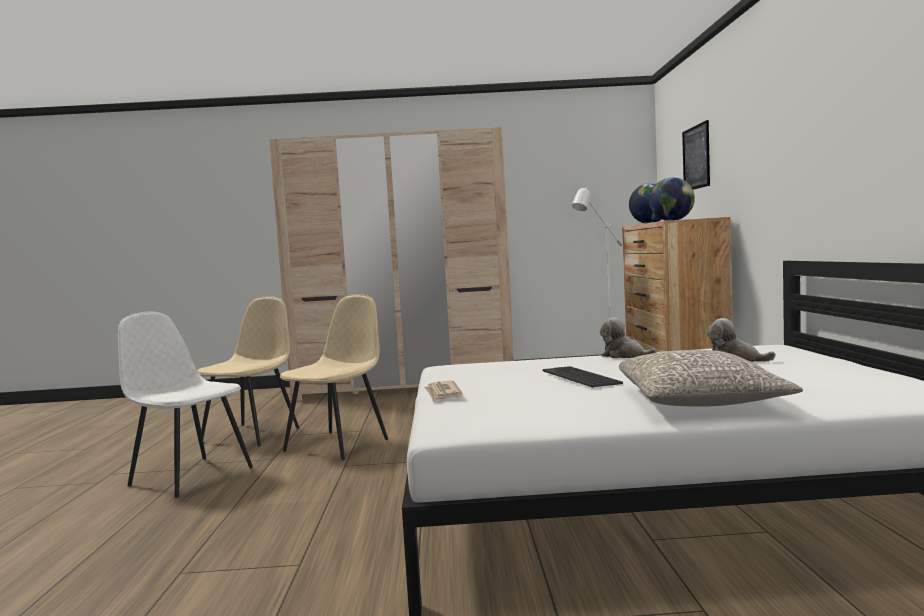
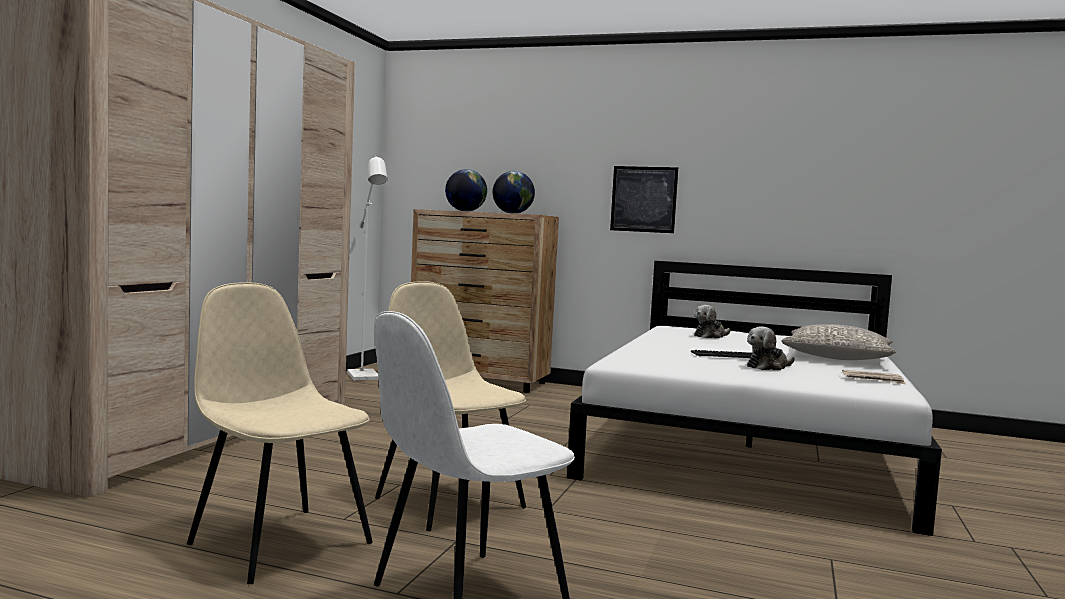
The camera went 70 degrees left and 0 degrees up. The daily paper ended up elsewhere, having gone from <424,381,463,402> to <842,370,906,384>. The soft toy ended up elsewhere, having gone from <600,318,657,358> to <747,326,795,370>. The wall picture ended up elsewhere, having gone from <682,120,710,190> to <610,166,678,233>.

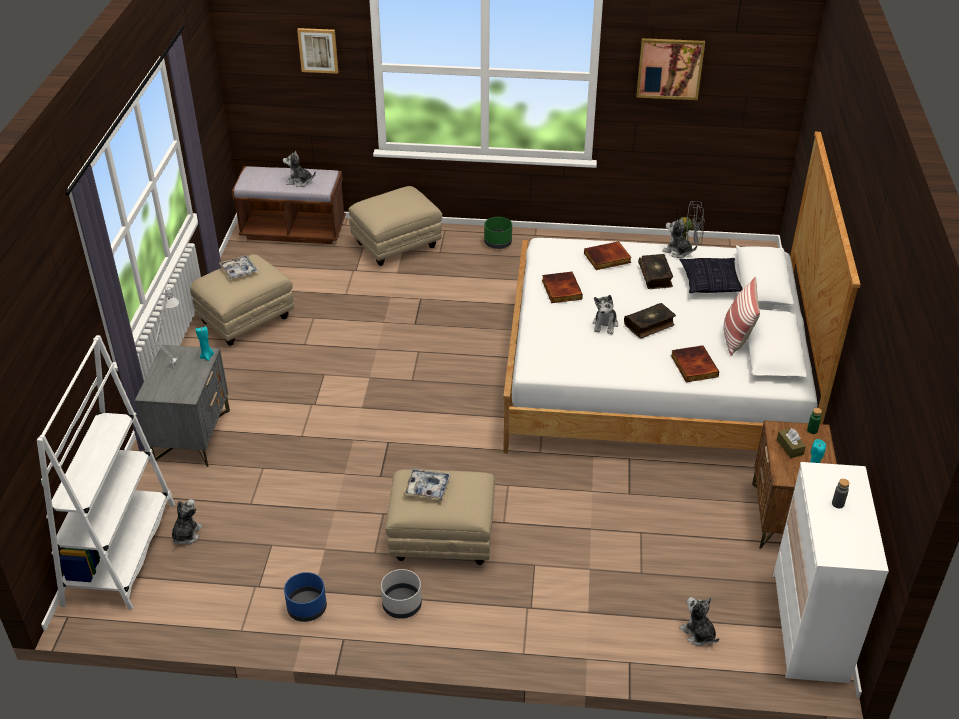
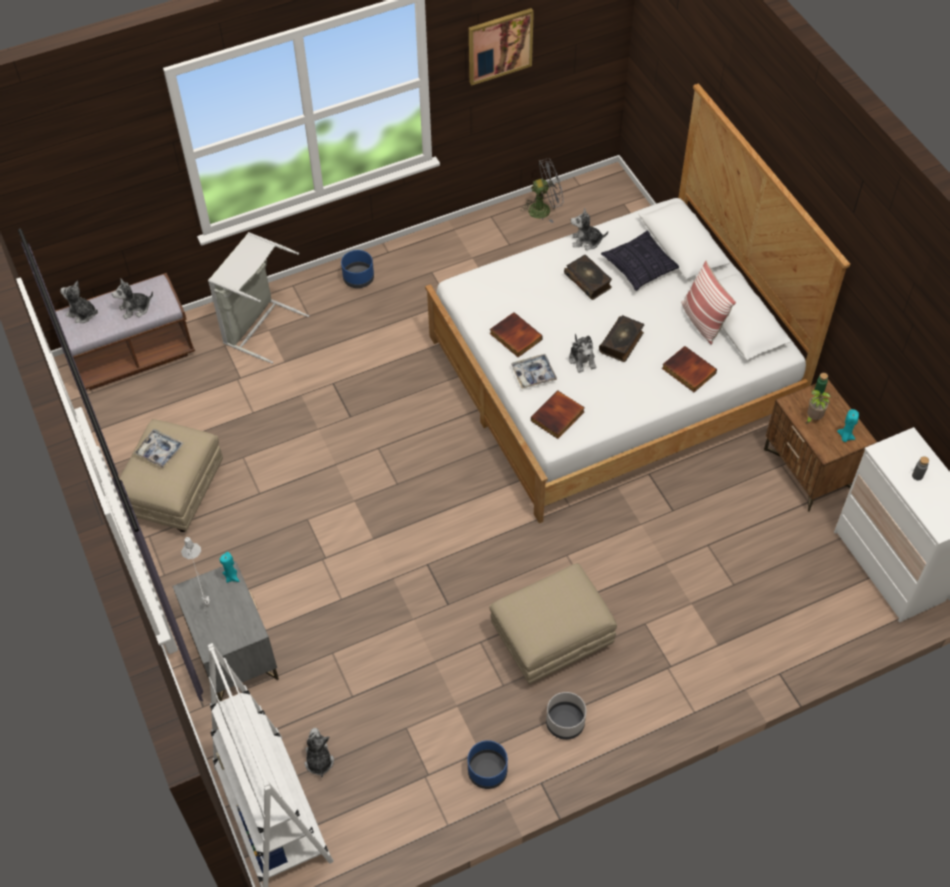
The camera went 30 degrees left and 15 degrees up. The second view lost the wall picture at <297,28,338,74>. Where the beige-coloured pouffe stood at <349,186,442,266>, the greyish washing basket came to stand at <208,232,309,364>. The serving tray ended up elsewhere, having gone from <403,468,451,500> to <511,354,557,389>. What was the greenish planter at <484,217,512,249> turned into the blue planter at <341,250,374,288>. The volume ended up elsewhere, having gone from <584,241,632,270> to <531,390,585,439>. The soft toy ended up elsewhere, having gone from <679,597,719,646> to <60,280,98,323>. Where the brownish box of tissues stood at <777,428,806,458>, the potted plant came to stand at <806,390,831,424>.

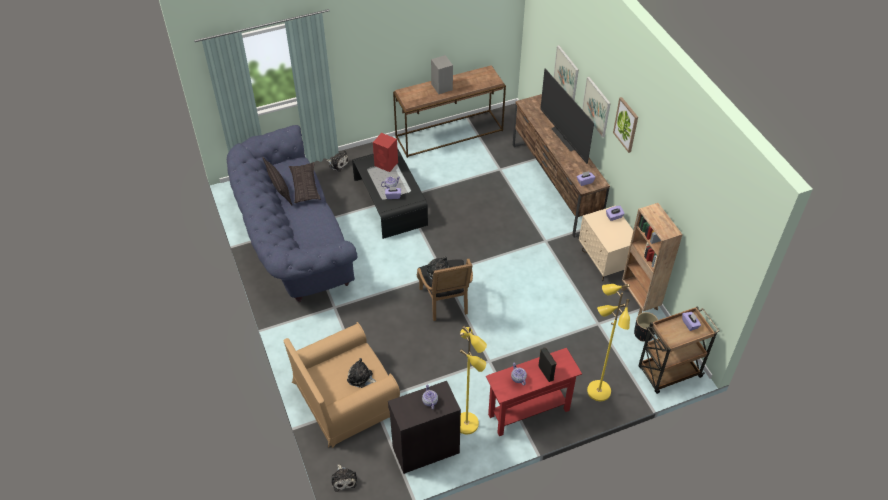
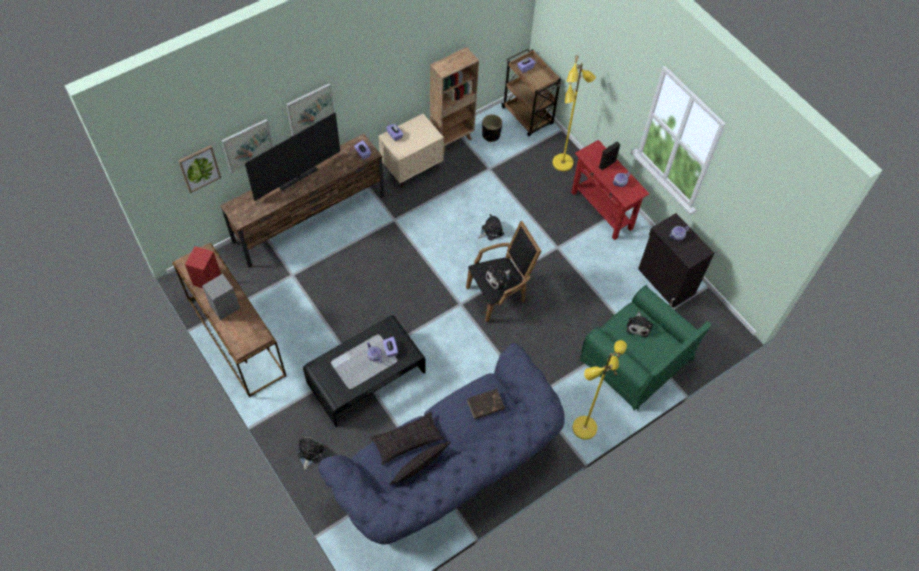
The camera went 105 degrees left and 10 degrees up. What was the brownish armchair at <284,322,400,448> turned into the greenish armchair at <579,285,712,411>. The soft toy ended up elsewhere, having gone from <331,464,357,492> to <478,214,504,240>. The red speaker ended up elsewhere, having gone from <373,133,398,172> to <185,246,221,288>. The yellow-coloured standard lamp ended up elsewhere, having gone from <460,326,487,434> to <572,340,627,440>. The wall picture ended up elsewhere, having gone from <613,97,638,153> to <178,145,221,193>. The second view gained the brownish volume at <467,389,505,419>.

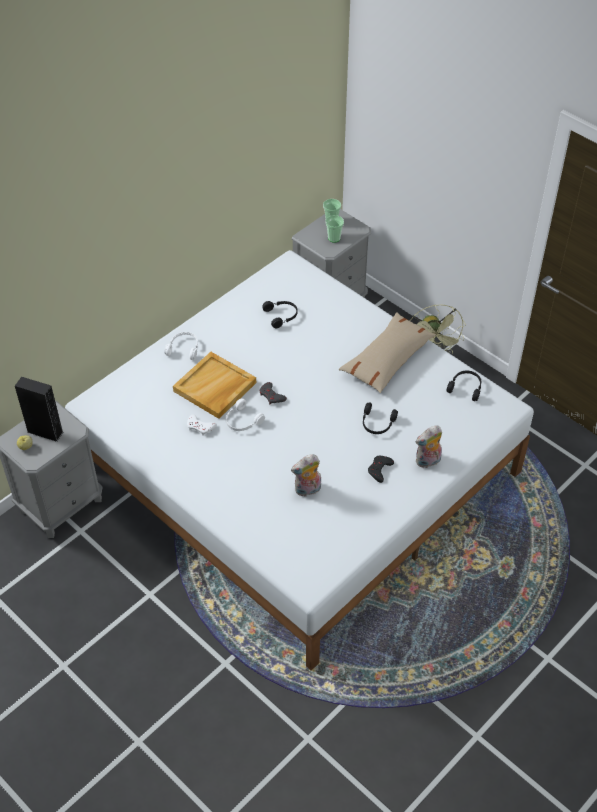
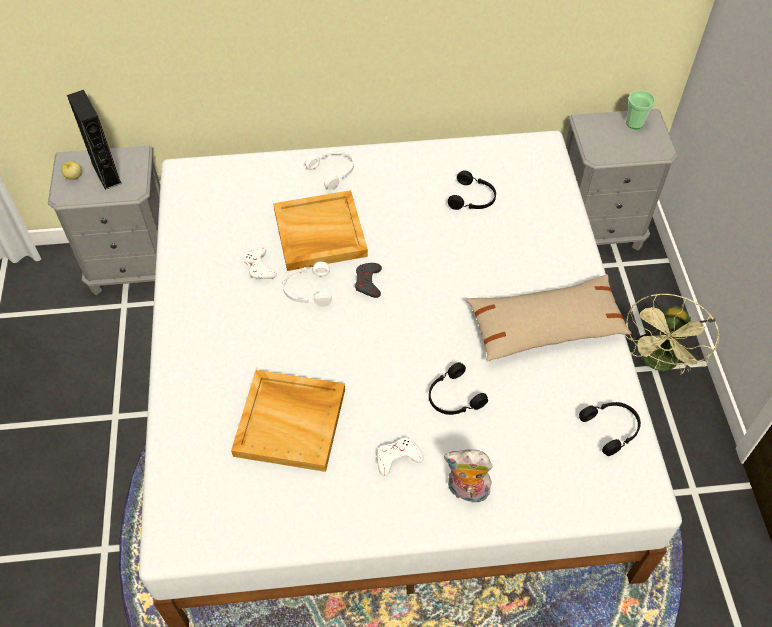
The camera went 40 degrees right and 5 degrees up. Where the soft toy stood at <291,454,321,497>, the beige-coloured serving tray came to stand at <231,370,345,472>. The second view lost the drinking cup at <325,215,344,243>. What was the black joypad at <368,456,394,483> turned into the white-coloured joypad at <377,438,424,476>.

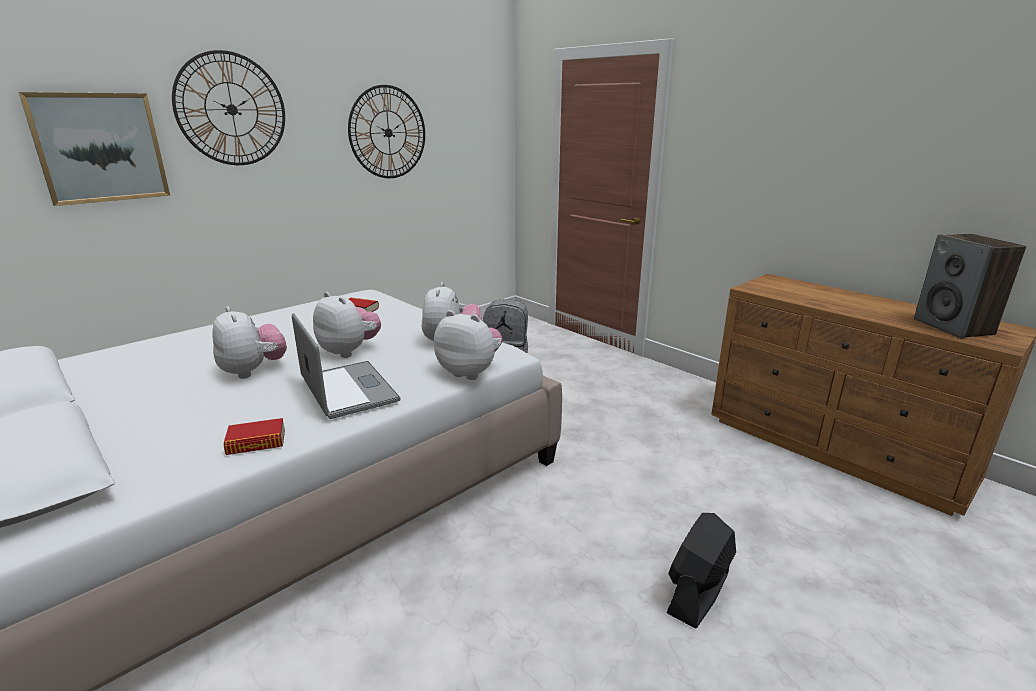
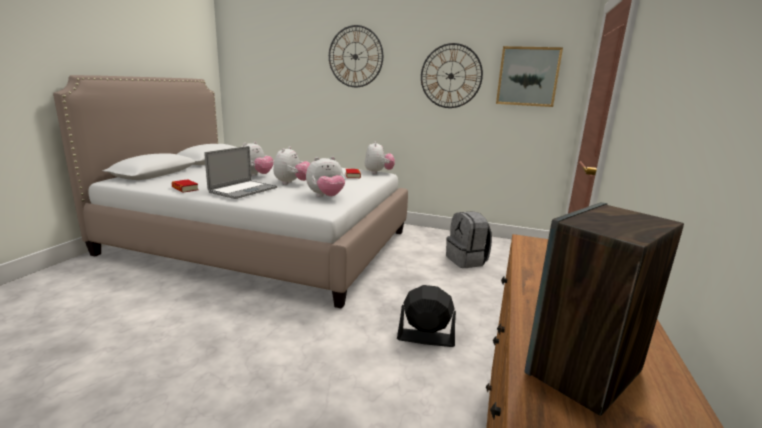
The camera went 60 degrees right and 5 degrees down. The wall picture ended up elsewhere, having gone from <18,92,170,206> to <496,46,563,107>. The soft toy ended up elsewhere, having gone from <434,310,502,380> to <365,141,395,174>. The black electric fan ended up elsewhere, having gone from <666,513,736,629> to <397,285,456,347>.

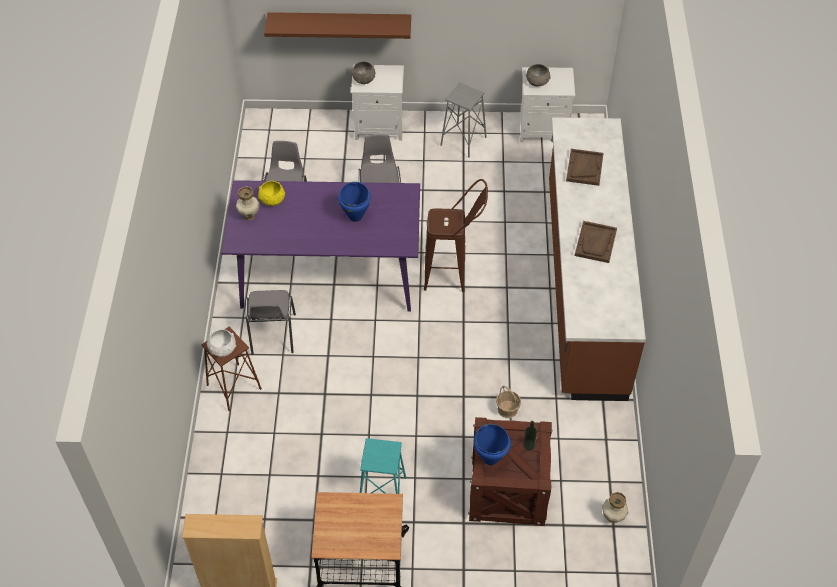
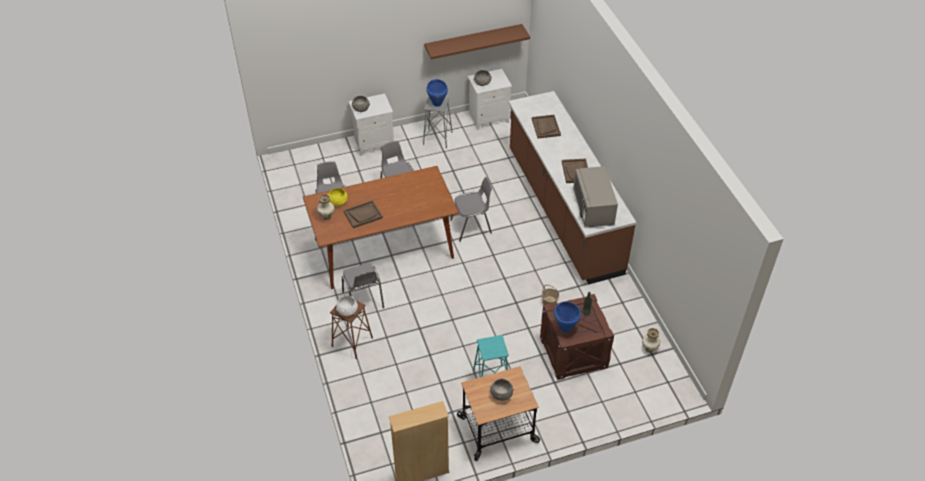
The camera went 20 degrees left and 5 degrees down. What was the purplish kitchen table at <221,180,420,312> turned into the brownish kitchen table at <303,166,459,289>. The brownish wall shelf ended up elsewhere, having gone from <264,12,411,39> to <424,24,530,59>. The blue cooking pot ended up elsewhere, having gone from <338,182,371,222> to <426,79,448,107>. Where the brownish sitting stool stood at <424,179,488,292>, the greyish upright chair came to stand at <450,177,492,242>. The second view gained the brownish serving tray at <344,200,383,228>. The second view gained the greyish serving bowl at <490,378,514,401>. The second view gained the greyish microwave oven at <573,166,618,227>.

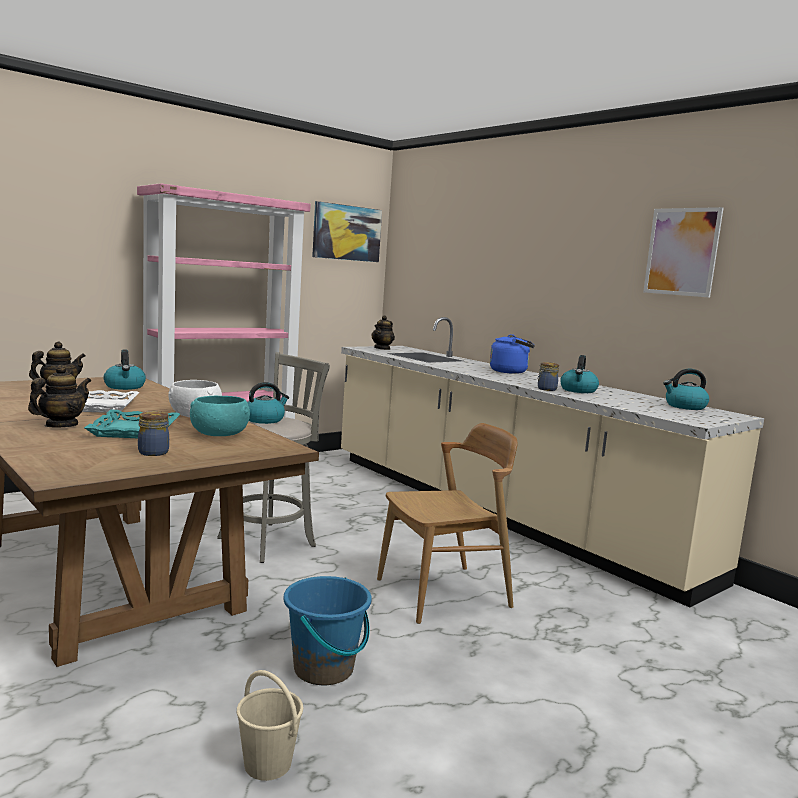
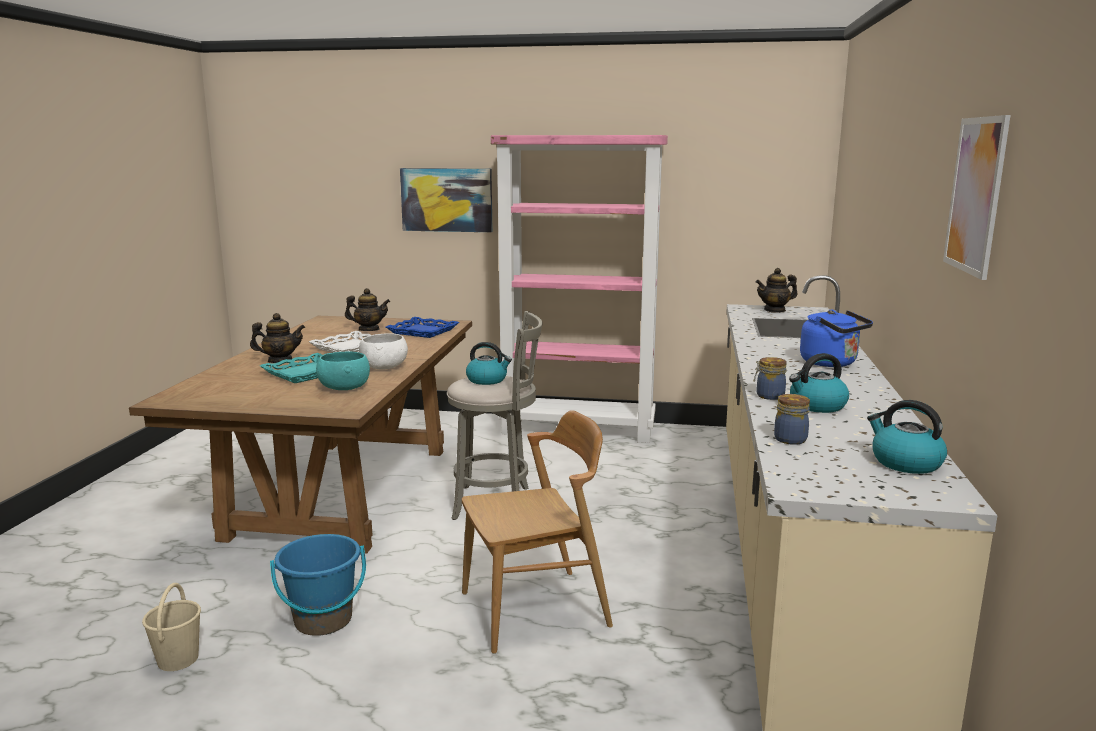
The camera went 50 degrees right and 5 degrees up. Where the water kettle stood at <103,350,146,390>, the blue serving tray came to stand at <386,317,459,338>. The jar ended up elsewhere, having gone from <138,411,169,456> to <774,394,810,445>. The wall picture ended up elsewhere, having gone from <312,201,382,262> to <400,168,493,232>. The brownish upright chair at <377,423,518,624> ended up facing another way, 45 degrees counterclockwise from before.

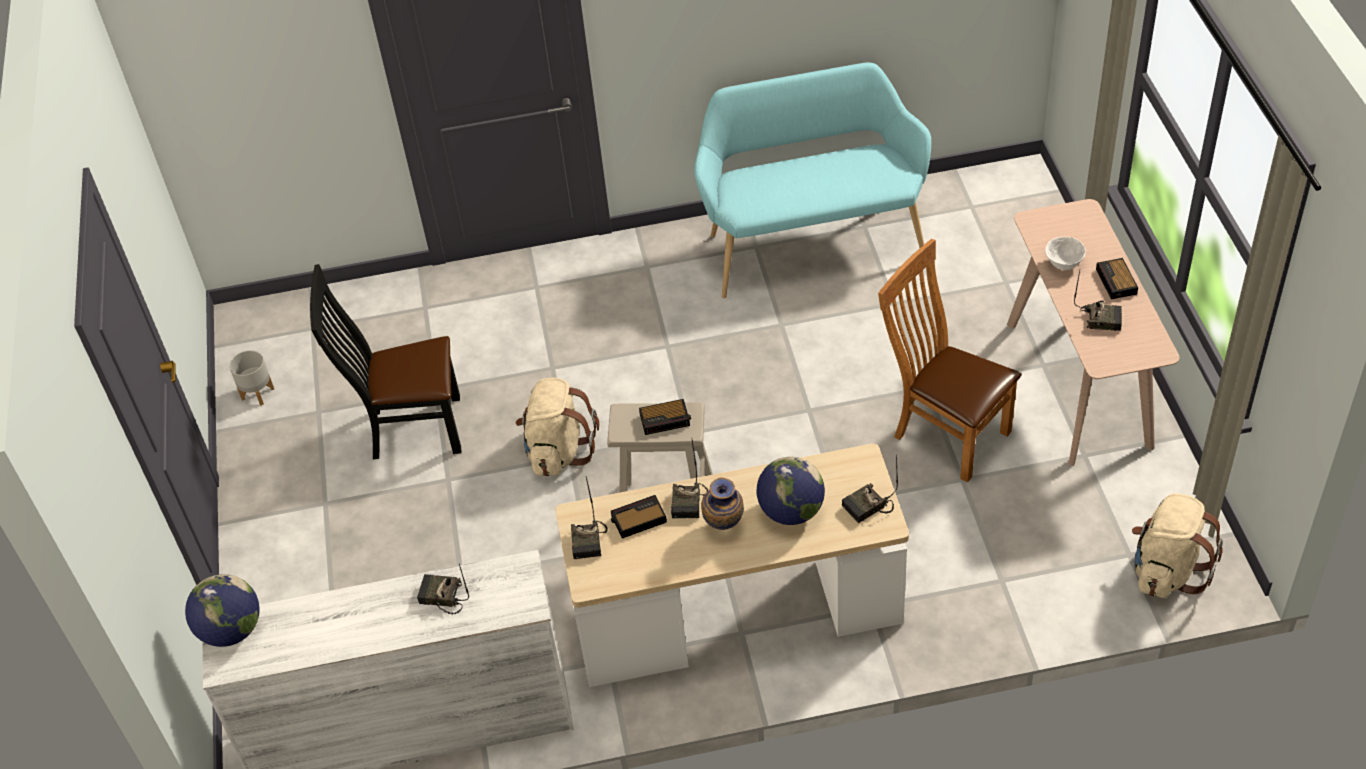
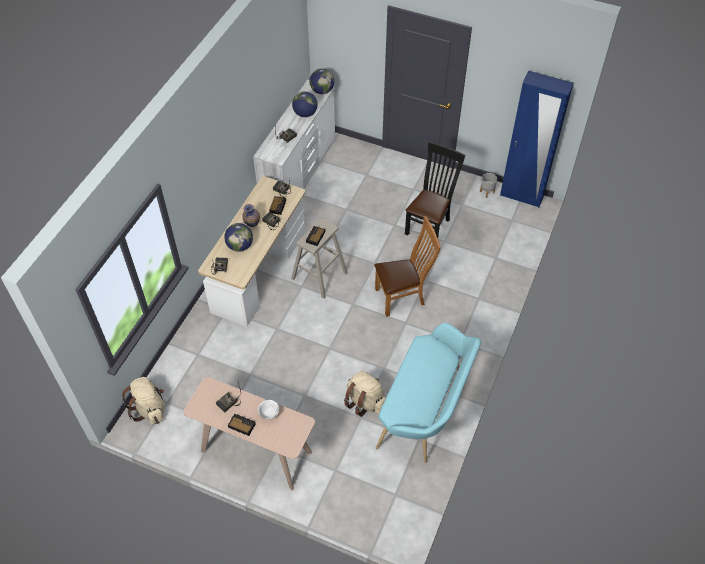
The camera went 120 degrees right and 5 degrees up. The beige-coloured rucksack ended up elsewhere, having gone from <516,378,599,476> to <344,371,386,417>. The brownish upright chair ended up elsewhere, having gone from <878,239,1021,483> to <374,216,441,317>. The second view gained the world globe at <292,91,318,117>. The second view gained the blue wardrobe at <500,71,573,207>.

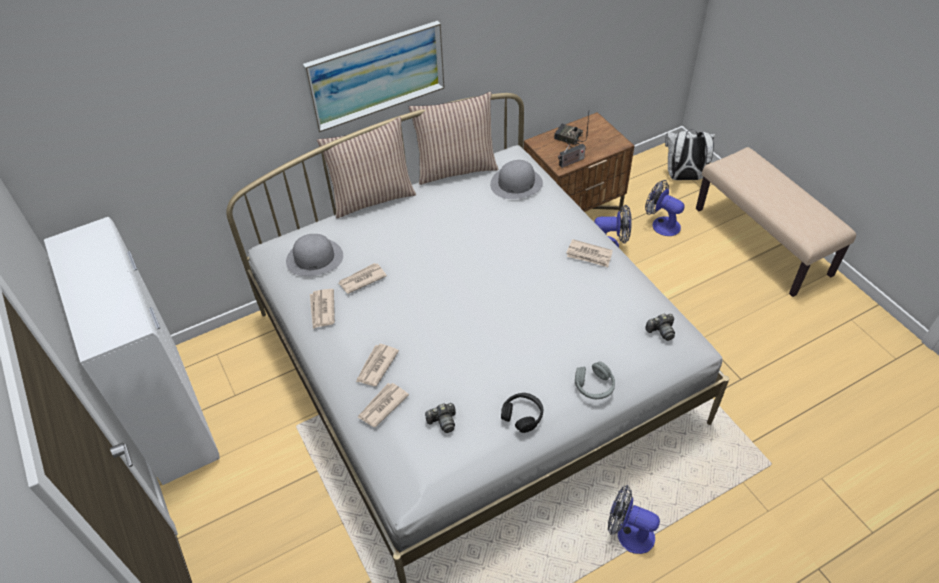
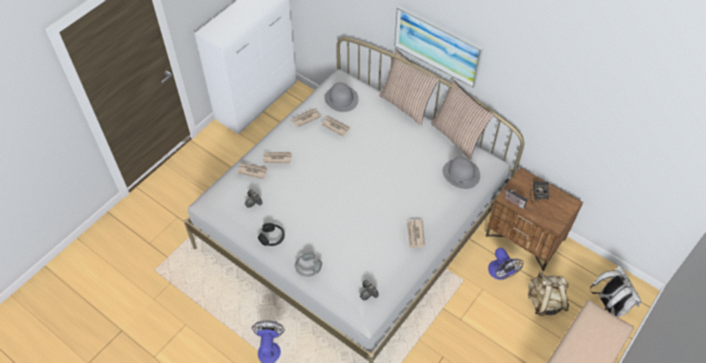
The camera went 65 degrees right and 5 degrees up. Where the electric fan stood at <645,180,685,236>, the beige-coloured rucksack came to stand at <528,272,569,316>.

